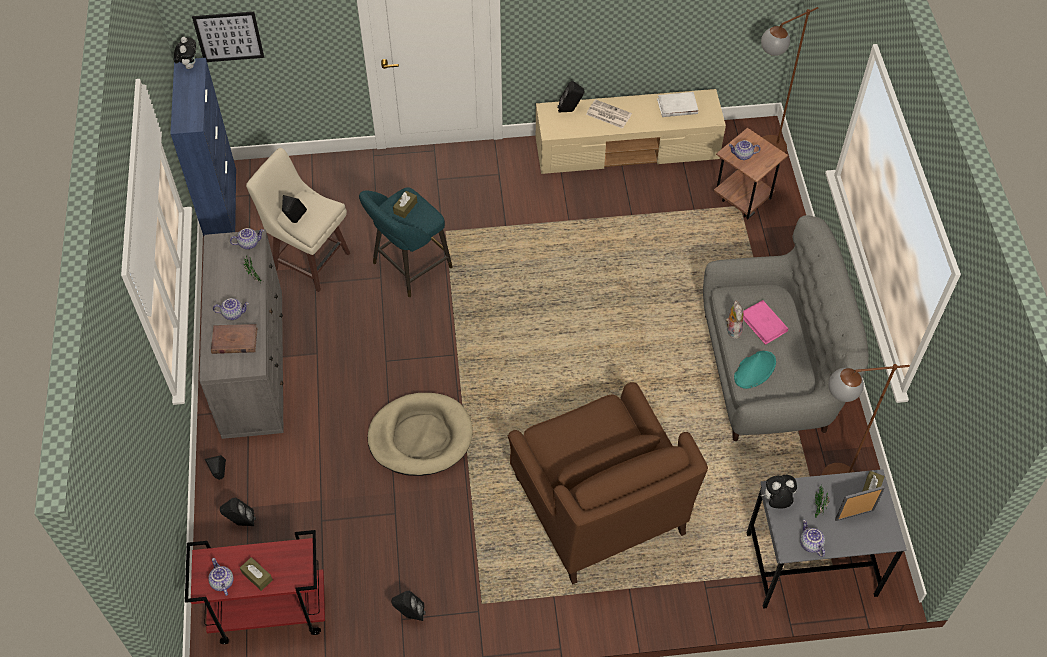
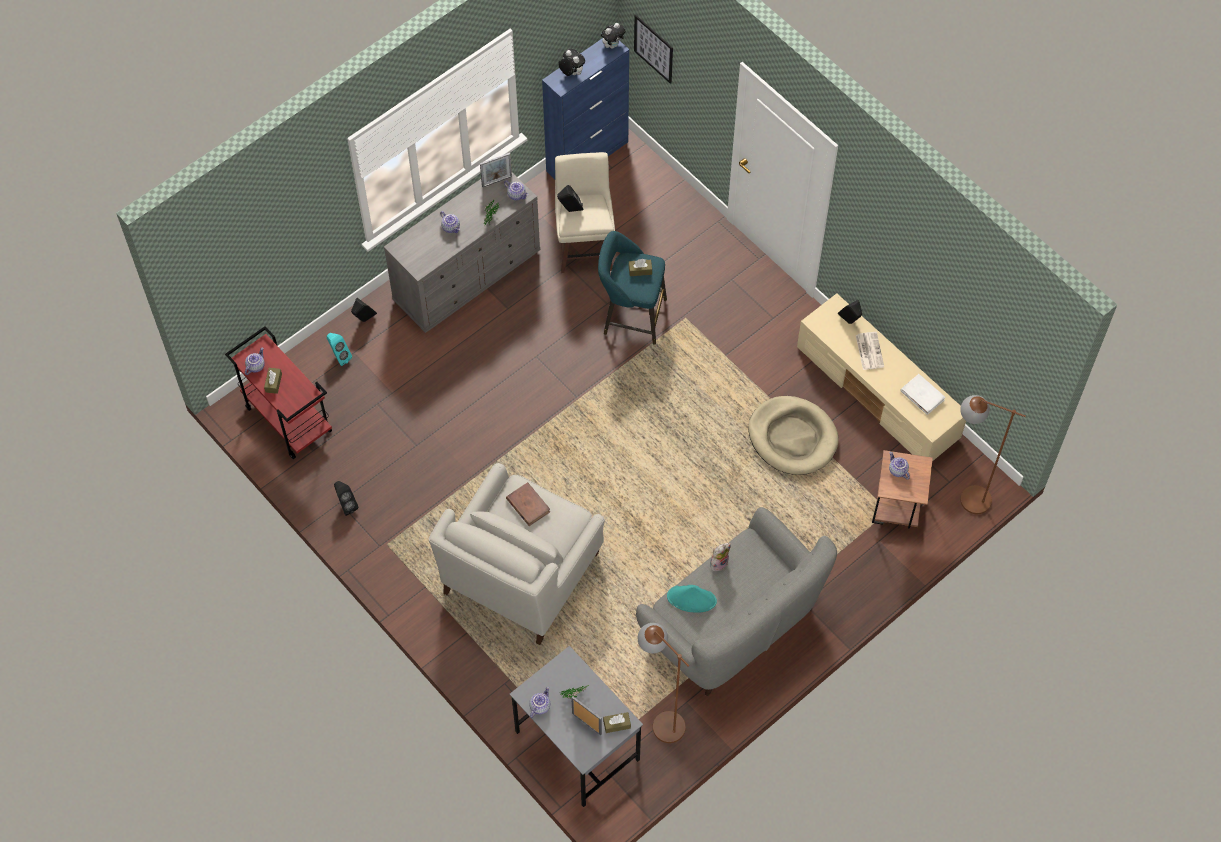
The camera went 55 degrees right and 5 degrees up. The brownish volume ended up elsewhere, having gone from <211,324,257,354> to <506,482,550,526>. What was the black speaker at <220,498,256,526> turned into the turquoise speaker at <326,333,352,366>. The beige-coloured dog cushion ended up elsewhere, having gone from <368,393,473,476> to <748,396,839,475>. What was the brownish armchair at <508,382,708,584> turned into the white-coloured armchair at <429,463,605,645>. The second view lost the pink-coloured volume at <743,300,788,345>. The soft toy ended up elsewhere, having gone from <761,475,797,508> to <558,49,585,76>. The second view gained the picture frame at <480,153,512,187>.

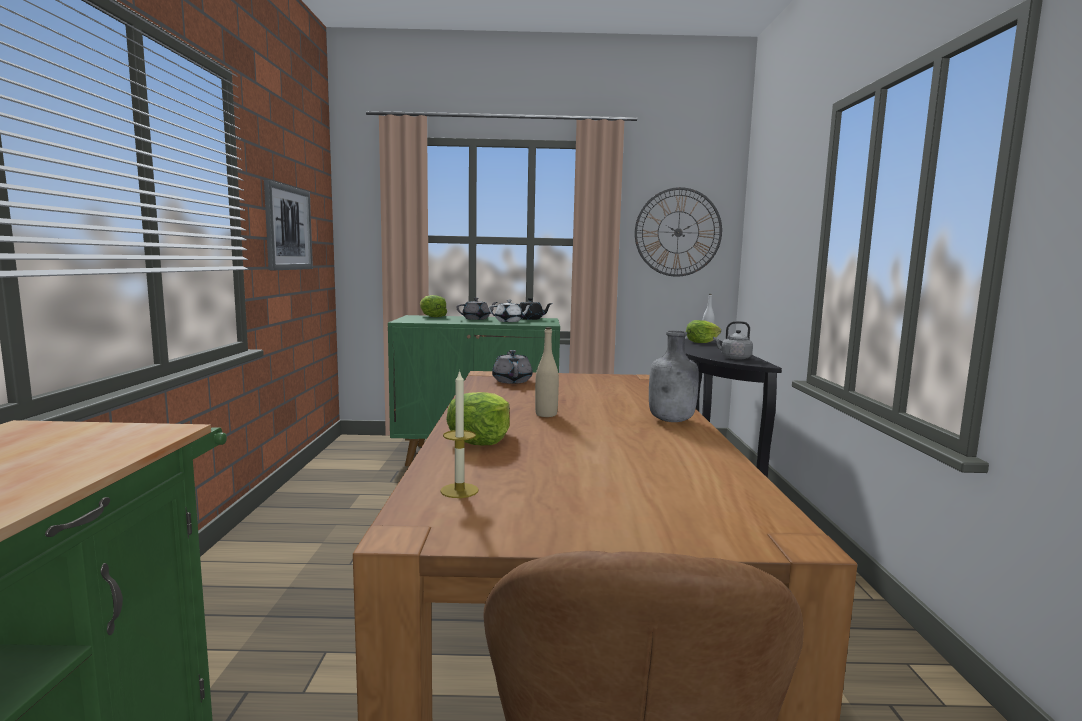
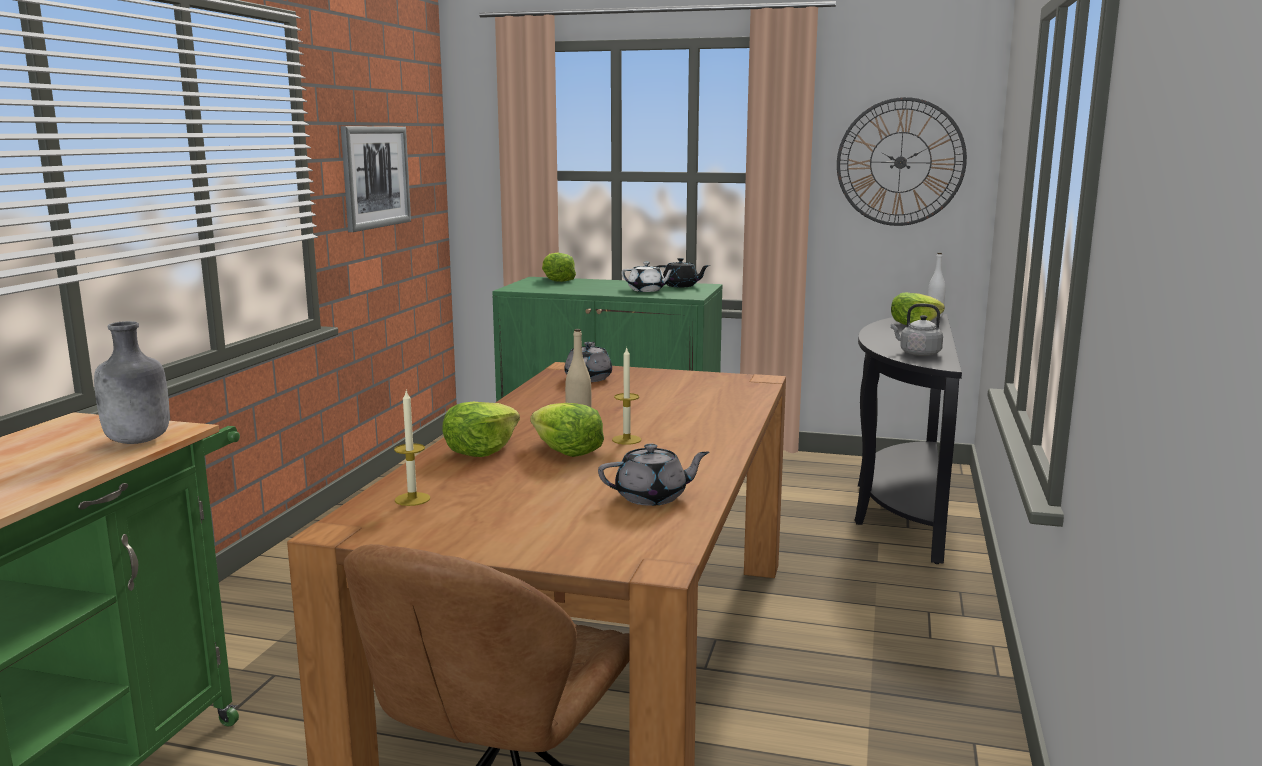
The camera went 15 degrees right and 5 degrees up. The greyish teapot ended up elsewhere, having gone from <456,298,497,320> to <598,444,710,506>. The greyish beverage bottle ended up elsewhere, having gone from <649,331,699,422> to <94,321,169,444>. The second view gained the lettuce at <530,403,604,457>. The second view gained the wax light at <612,348,641,445>.

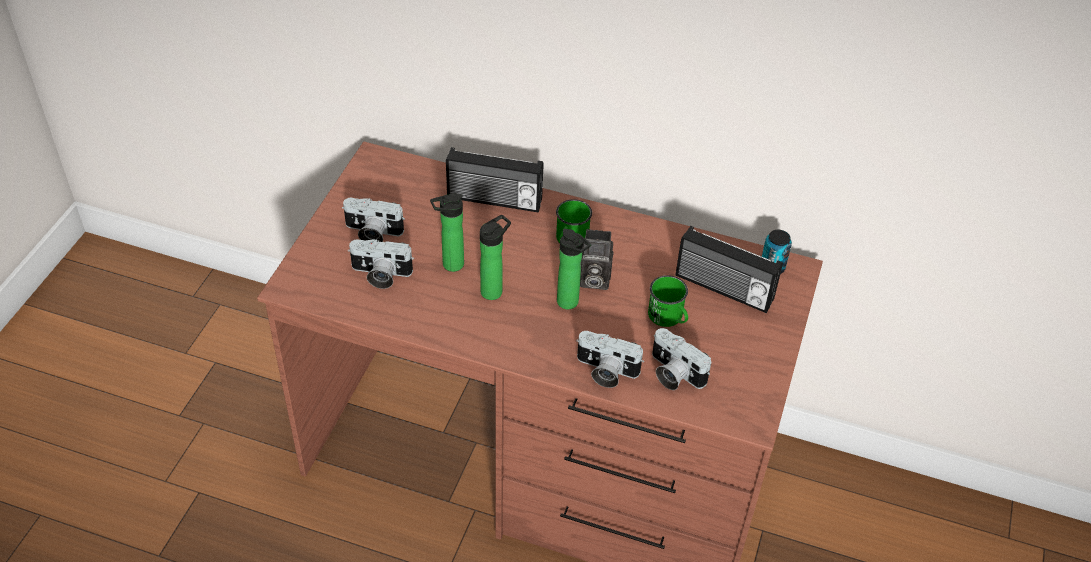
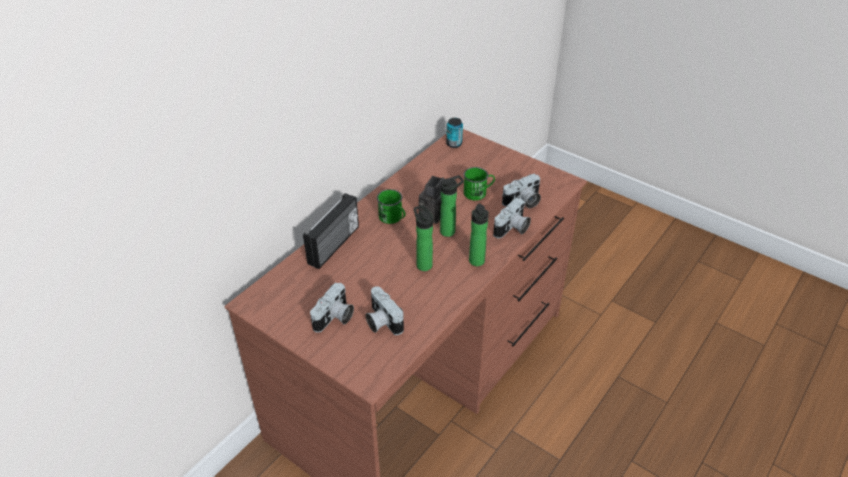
The camera went 70 degrees left and 5 degrees down. The still camera at <348,239,414,289> ended up facing another way, 120 degrees clockwise from before. The beverage bottle ended up elsewhere, having gone from <430,193,464,272> to <469,204,489,266>. The second view lost the radio receiver at <676,226,783,313>.

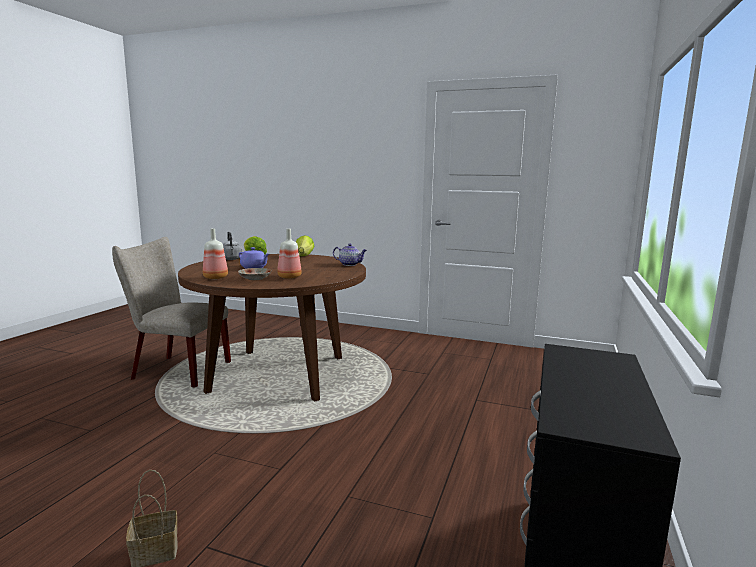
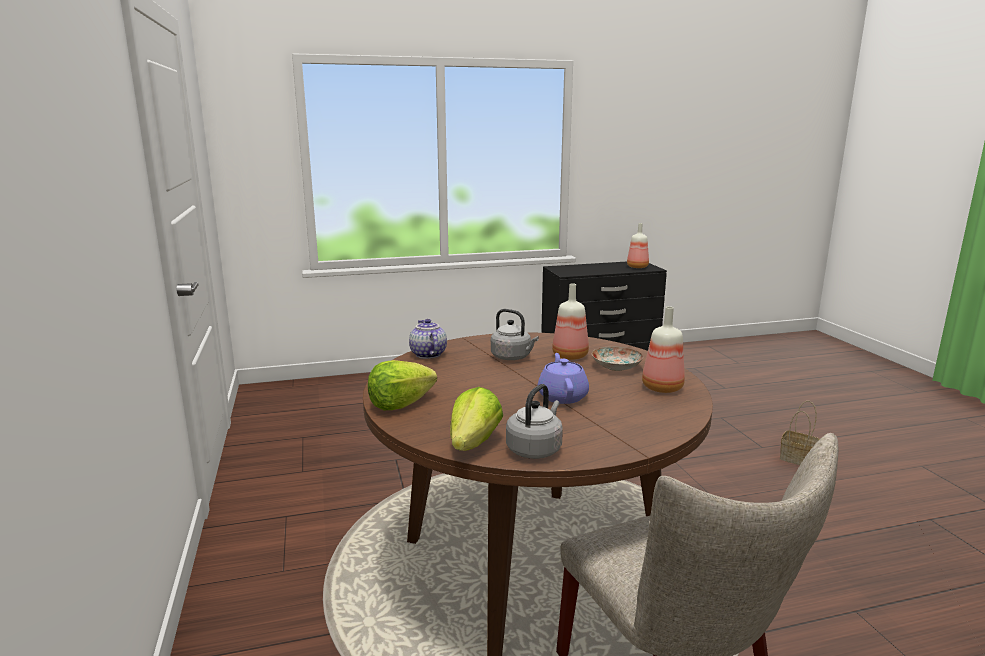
The camera went 125 degrees left and 5 degrees up. The second view gained the greyish water kettle at <491,309,539,360>. The second view gained the beverage bottle at <627,223,649,268>.

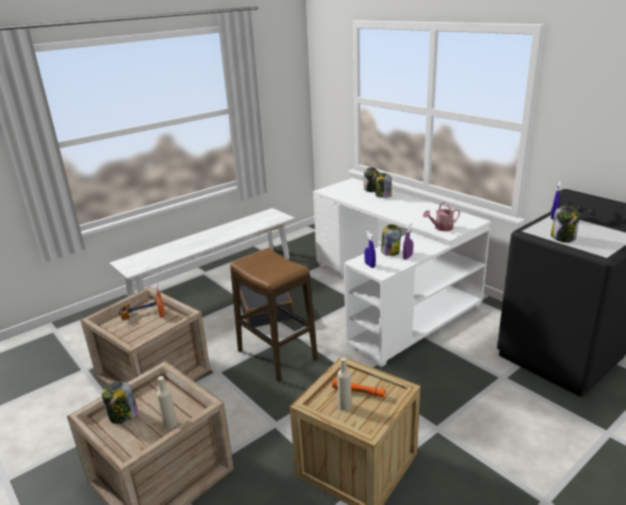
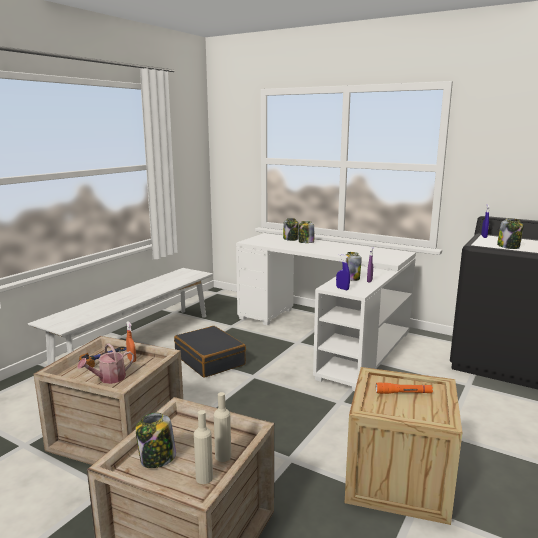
The camera went 20 degrees left and 10 degrees down. The second view lost the sitting stool at <230,248,318,382>. The beige-coloured beverage bottle ended up elsewhere, having gone from <337,357,351,411> to <194,410,213,484>. The watering pot ended up elsewhere, having gone from <423,202,460,231> to <77,343,134,384>.

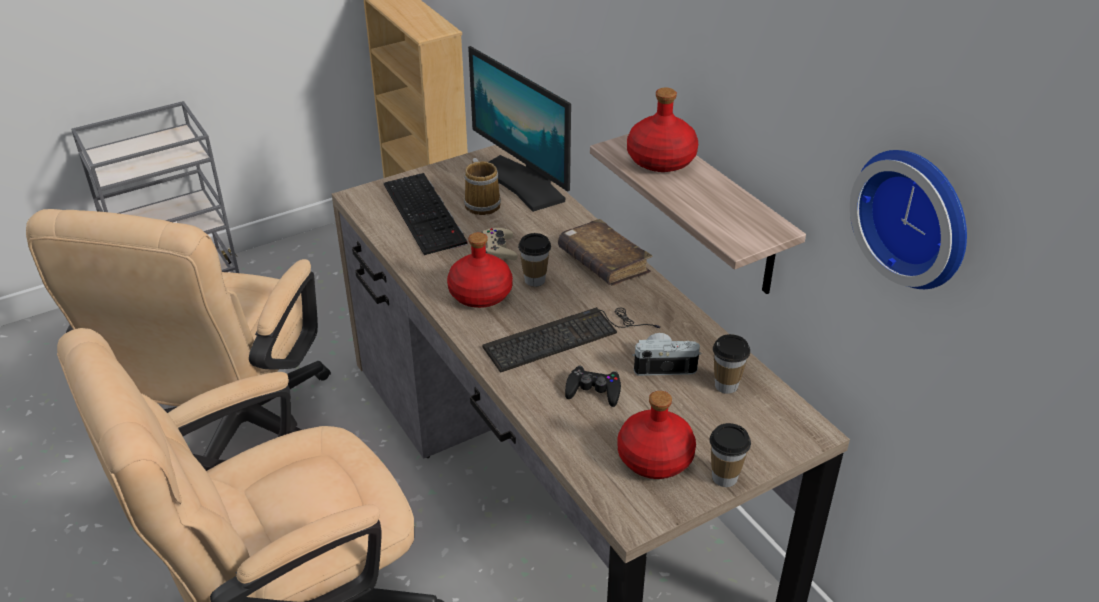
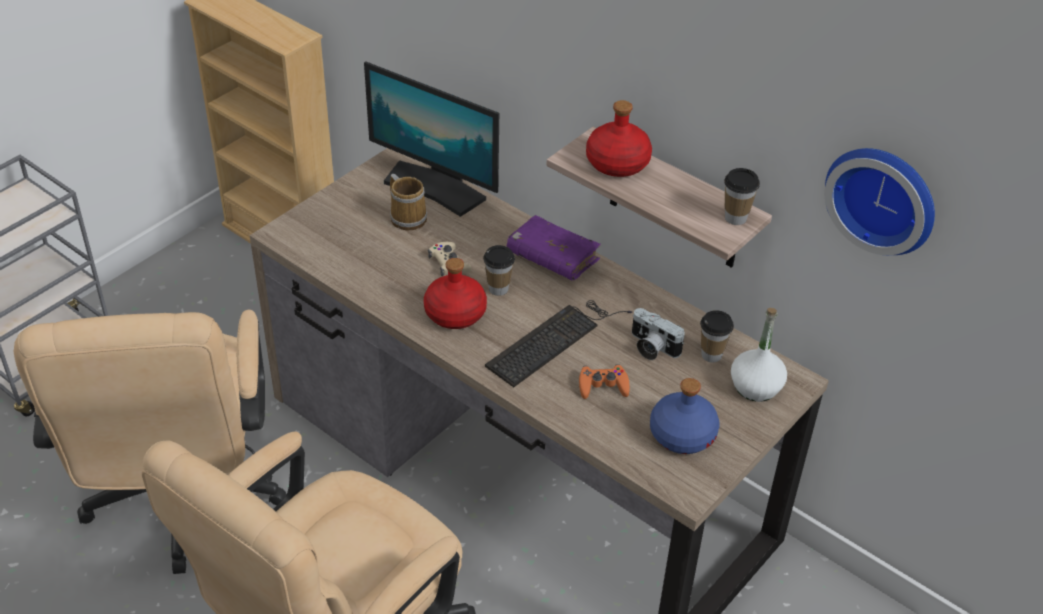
The camera went 20 degrees left and 5 degrees up. The second view lost the computer keyboard at <384,173,468,255>. What was the brownish volume at <558,219,653,286> turned into the purplish volume at <507,215,601,280>. What was the black joypad at <565,366,621,407> turned into the orange joypad at <579,364,630,399>. What was the red beverage bottle at <618,391,696,479> turned into the blue beverage bottle at <650,378,719,454>. The still camera at <632,333,701,376> ended up facing another way, 120 degrees counterclockwise from before. The drinking cup ended up elsewhere, having gone from <710,423,751,487> to <724,168,760,225>. The second view gained the white-coloured beverage bottle at <731,308,787,402>.

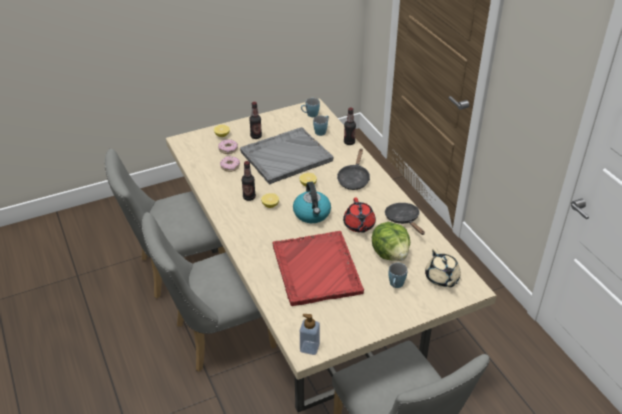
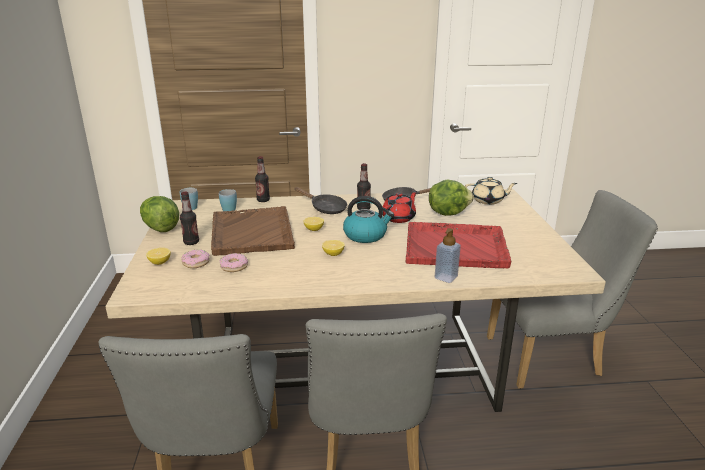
The camera went 70 degrees left and 15 degrees down. What was the greyish serving tray at <240,127,333,184> turned into the brownish serving tray at <211,206,295,256>. The beverage bottle ended up elsewhere, having gone from <242,161,256,201> to <357,163,371,210>. The liquid soap bottle ended up elsewhere, having gone from <300,314,320,355> to <434,228,461,283>. The red teapot at <343,198,376,233> ended up facing another way, 60 degrees counterclockwise from before. The second view lost the blue coffee mug at <388,263,407,288>. The second view gained the lettuce at <140,196,179,232>.

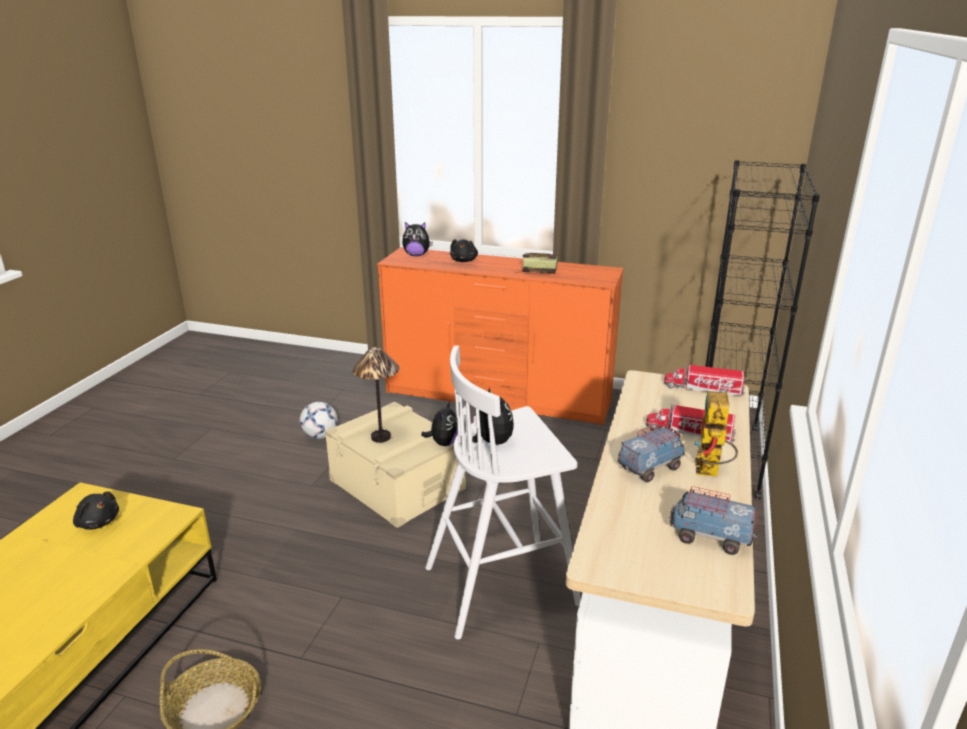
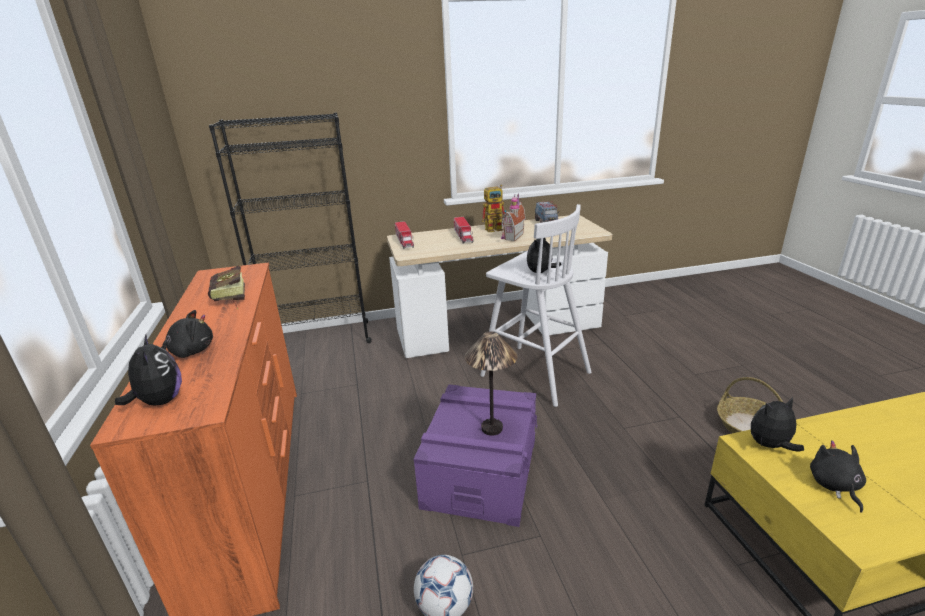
The camera went 120 degrees left and 0 degrees up. What was the beige-coloured storage container at <325,402,466,528> turned into the purplish storage container at <414,384,537,527>. The soft toy ended up elsewhere, having gone from <421,401,458,446> to <751,397,804,452>. Where the model truck stood at <618,422,685,482>, the model house came to stand at <501,193,526,241>.

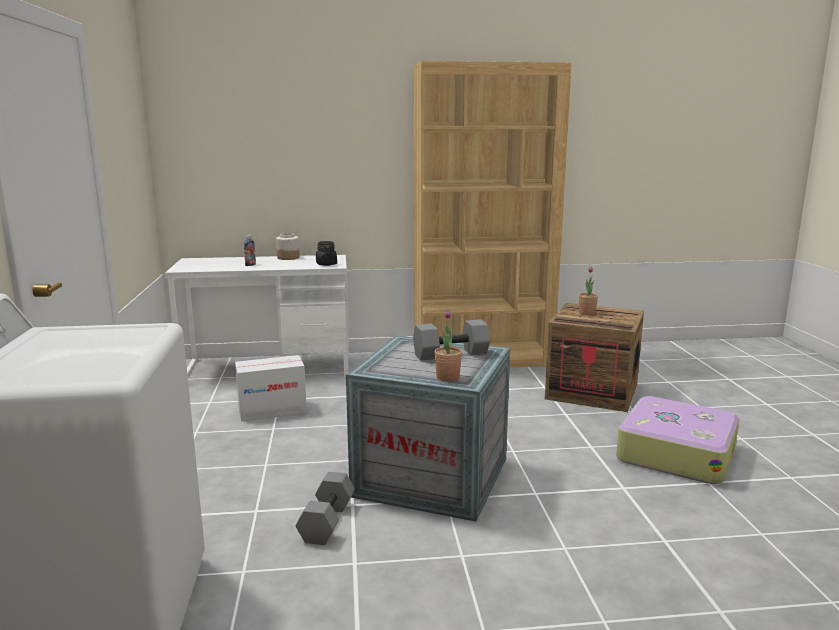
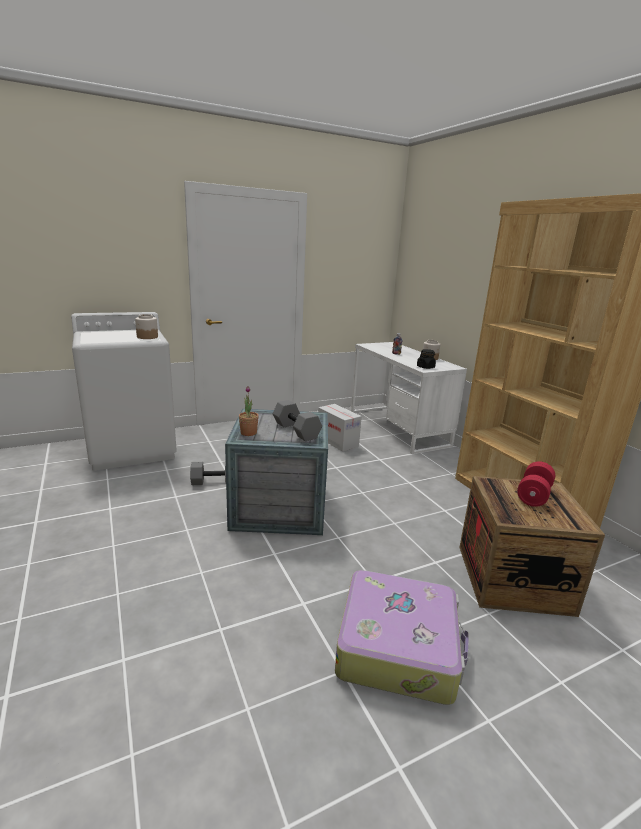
The camera went 70 degrees right and 5 degrees up. Where the potted plant stood at <579,267,598,315>, the red hand weight came to stand at <517,461,555,507>. The second view gained the jar at <135,314,158,339>.

